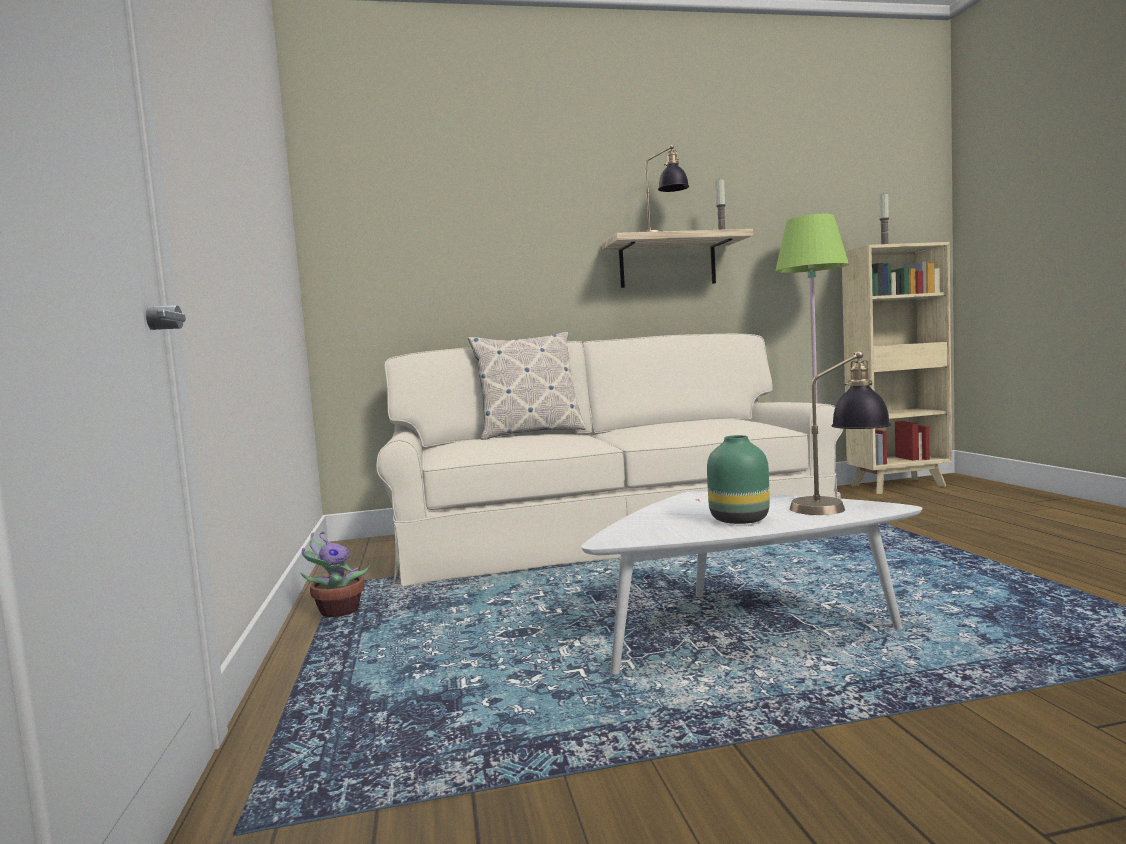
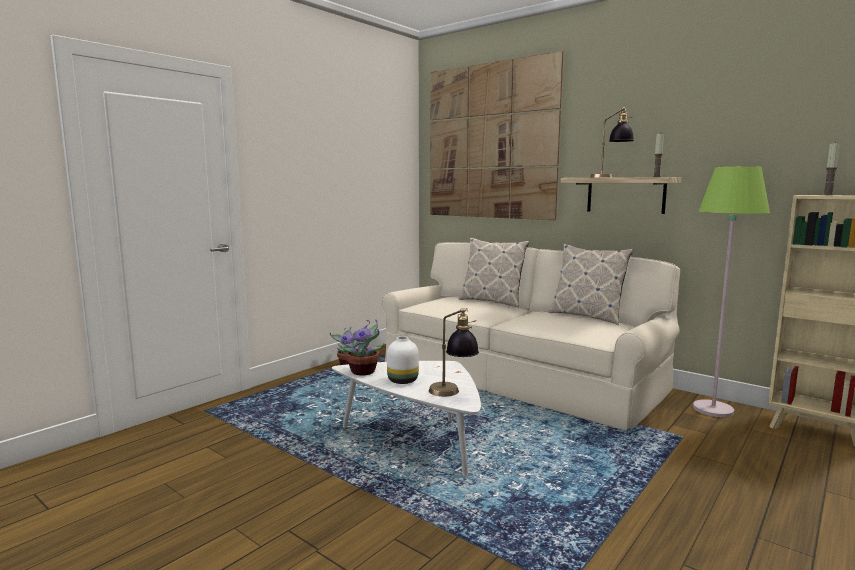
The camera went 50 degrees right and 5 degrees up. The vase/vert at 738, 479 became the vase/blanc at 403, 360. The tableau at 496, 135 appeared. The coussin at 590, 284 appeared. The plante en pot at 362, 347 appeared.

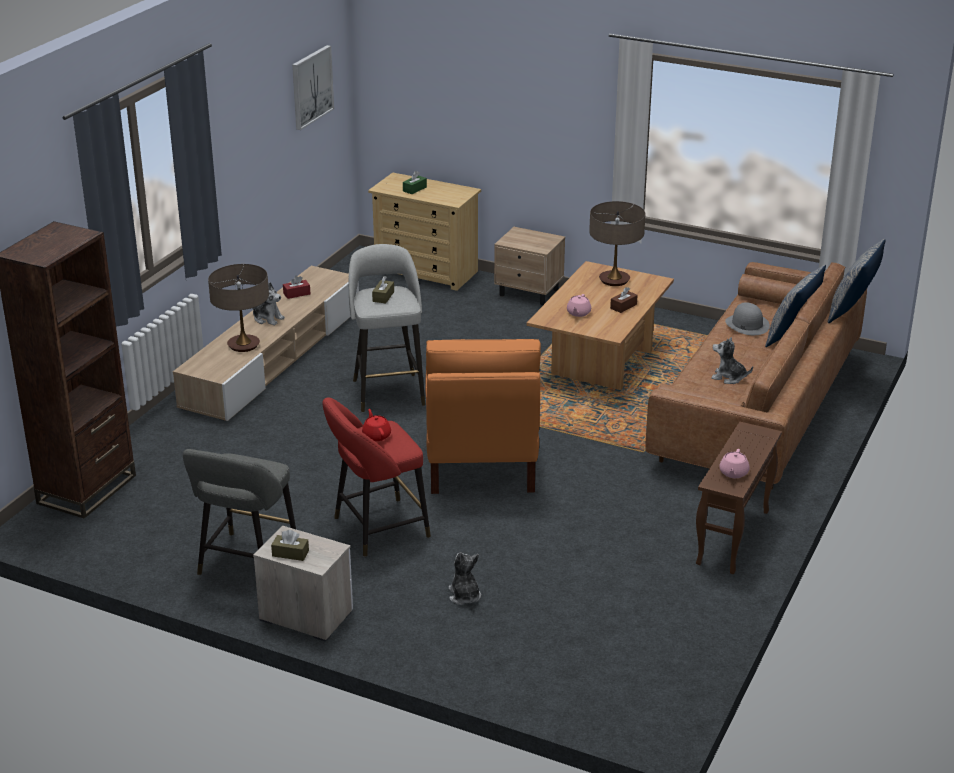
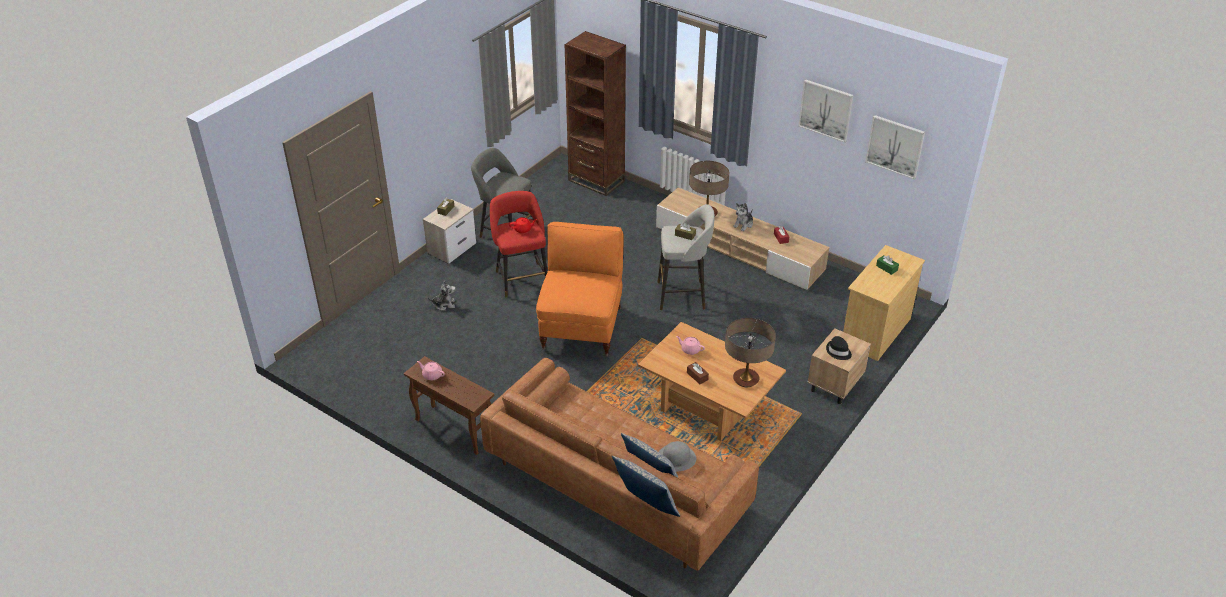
The camera went 100 degrees right and 10 degrees up. The peluche at 732, 360 disappeared. The fauteuil/orange at 483, 416 turned 90 degrees clockwise. The tableau at 826, 111 appeared. The chapeau/noir at 839, 348 appeared.

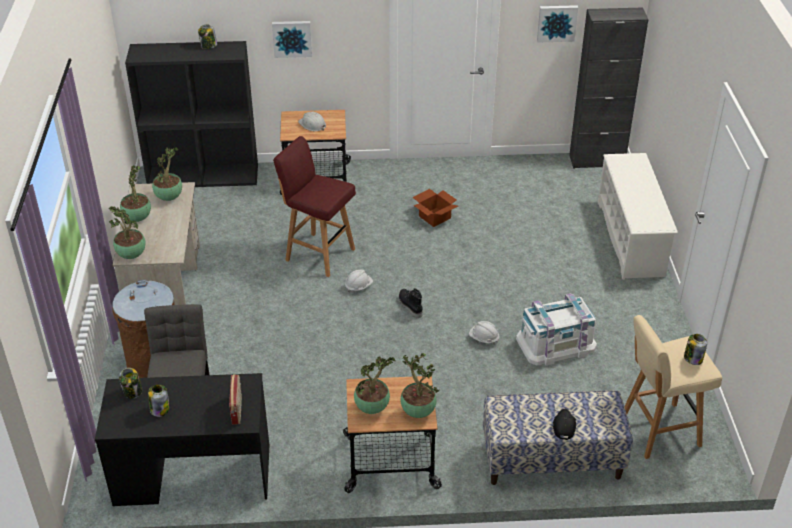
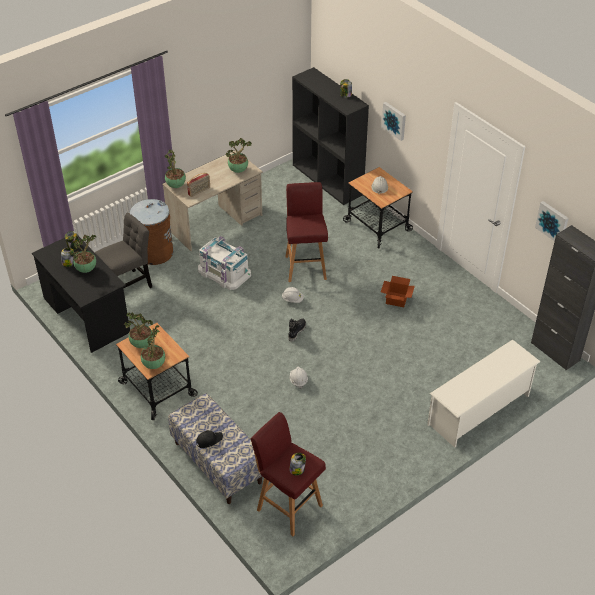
The camera went 55 degrees right and 5 degrees up. The plante en pot moved from 135, 194 to 84, 254. The boîte de rangement/blanc moved from 556, 329 to 224, 263. The tabouret/beige at 673, 387 became the tabouret/rouge at 288, 474. The radio moved from 235, 399 to 198, 185.

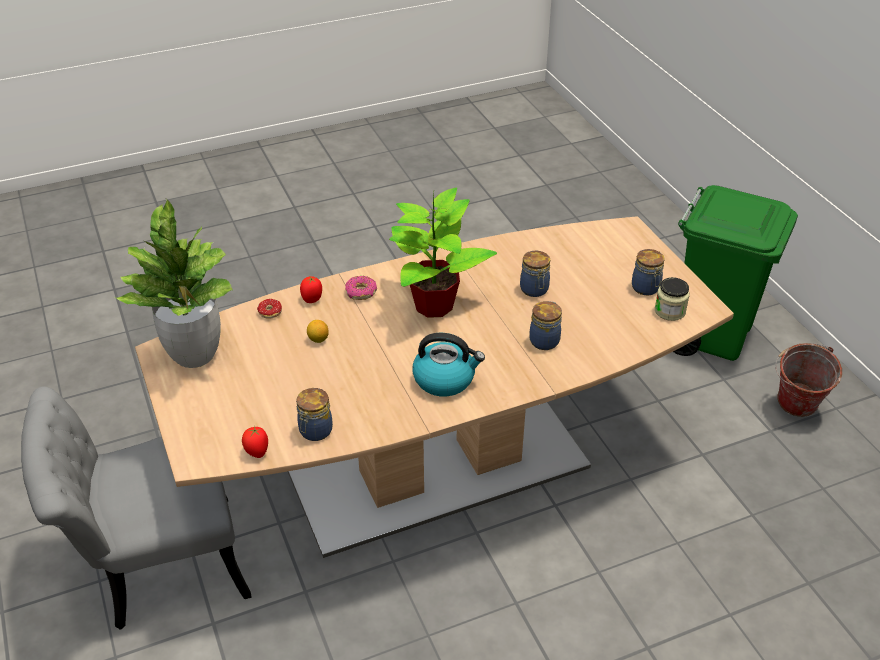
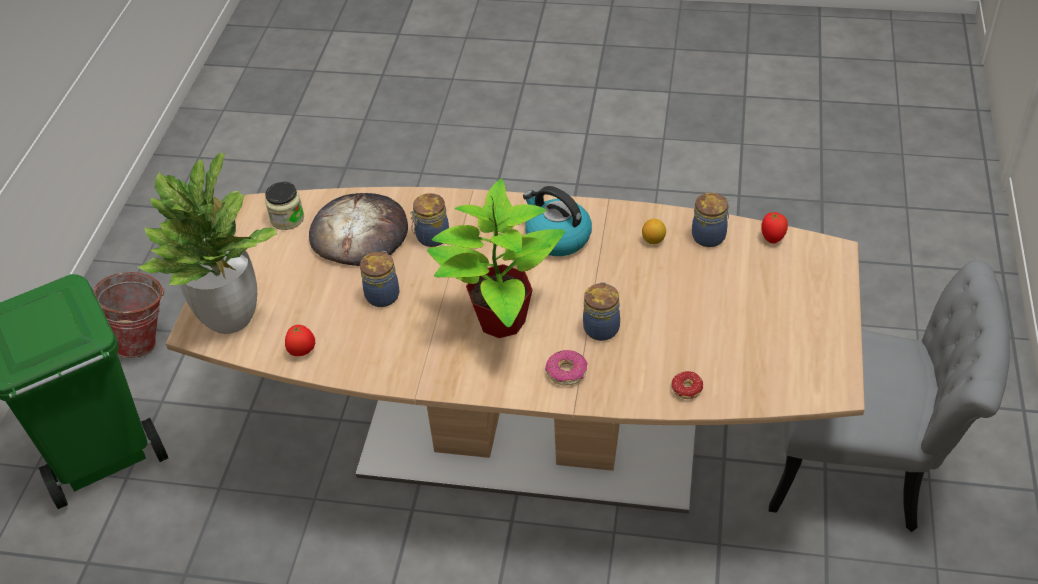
The camera went 145 degrees left and 5 degrees up. The plante en pot moved from 174, 283 to 206, 243. The bocal moved from 648, 272 to 601, 311. The tomate moved from 311, 289 to 300, 340. The citron moved from 318, 331 to 654, 231. The pain at 358, 229 appeared.

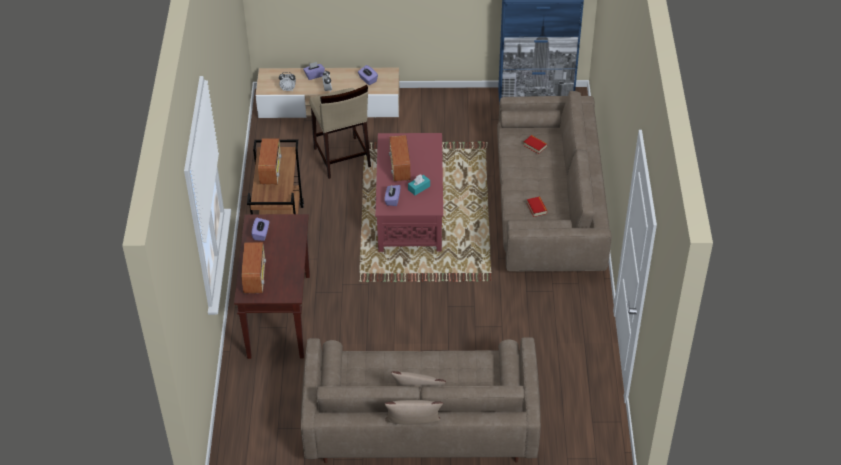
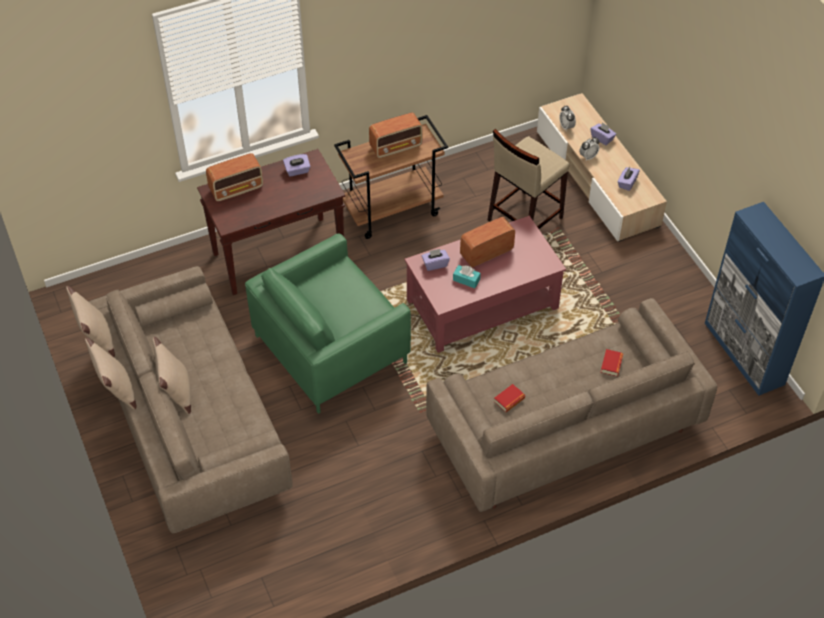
The camera went 65 degrees right and 5 degrees up. The fauteuil/vert at 328, 323 appeared. The coussin/beige at 90, 321 appeared.

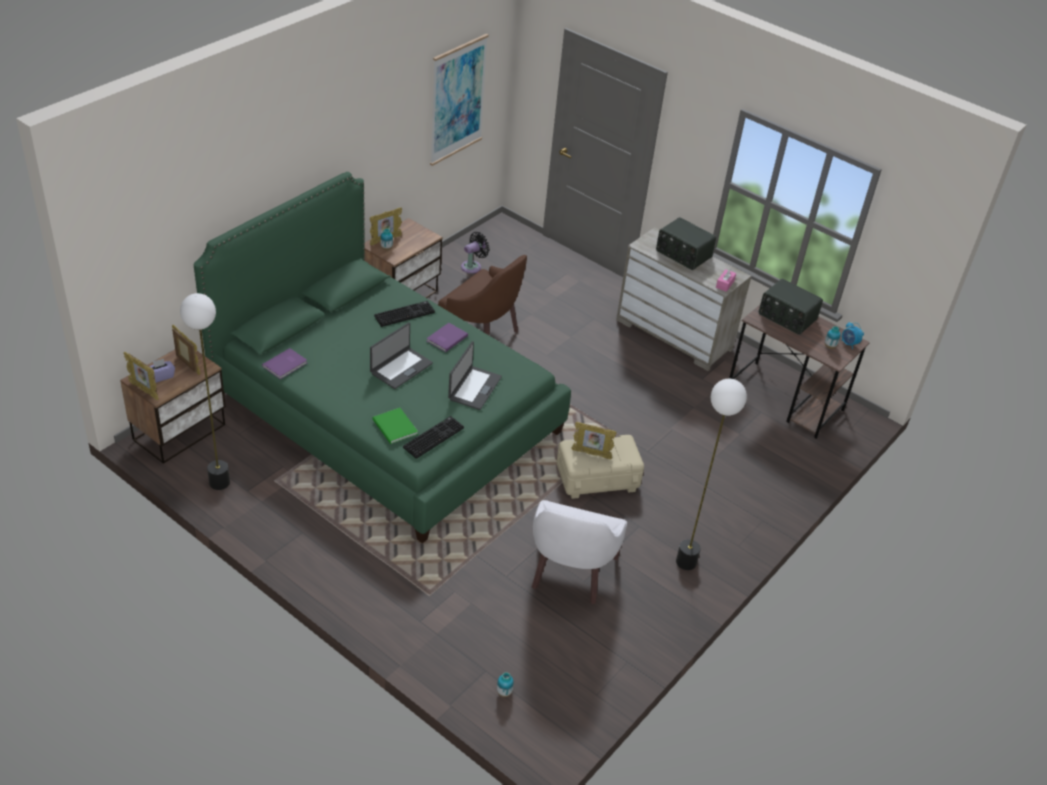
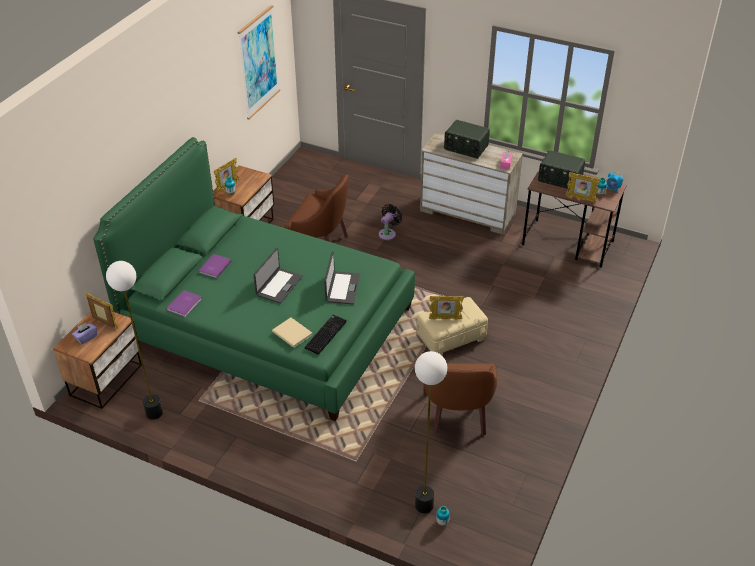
The camera went 10 degrees left and 0 degrees up. The ventilateur/noir moved from 475, 252 to 390, 222. The clavier at 404, 314 disappeared. The livre/violet moved from 447, 337 to 215, 266. The cadre photo moved from 141, 376 to 582, 187. The lampadaire moved from 711, 474 to 431, 432. The livre/vert at 395, 426 became the livre/beige at 292, 332. The fauteuil/blanc at 579, 552 became the fauteuil/marron at 460, 399.

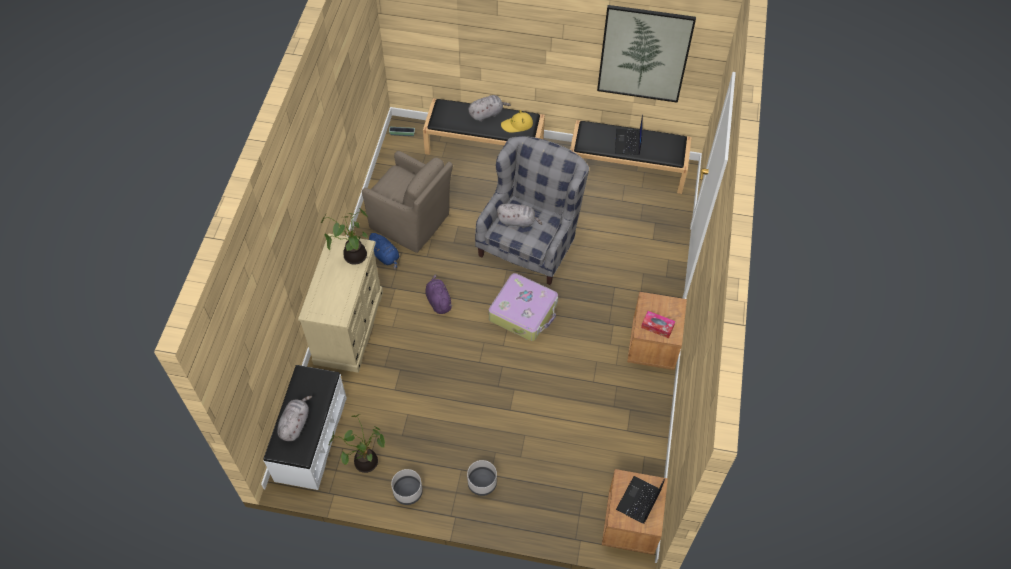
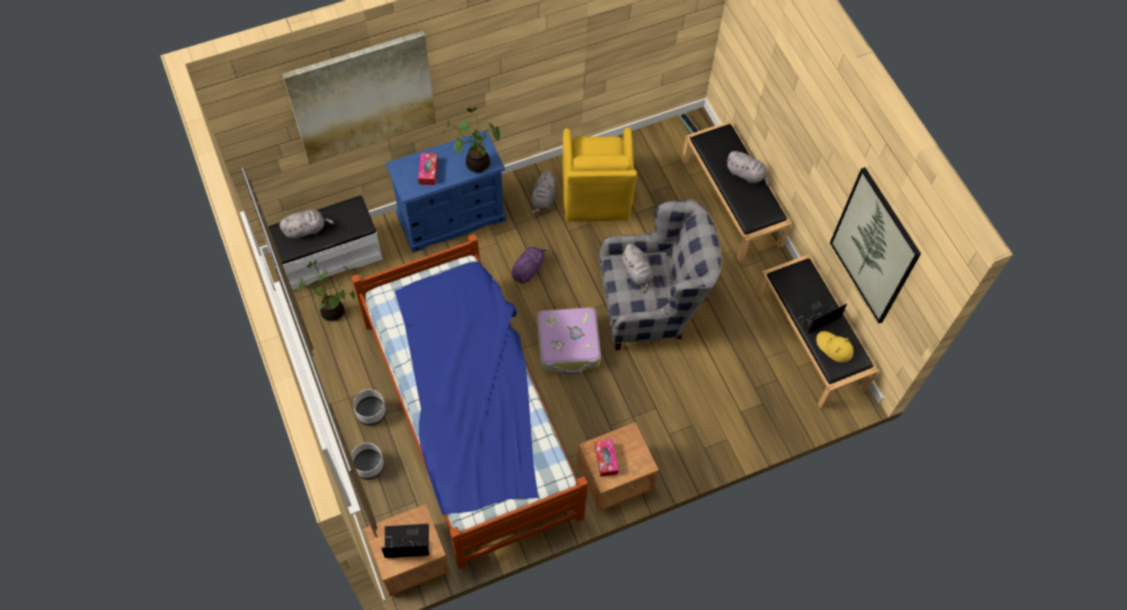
The camera went 55 degrees right and 5 degrees up. The chapeau/jaune moved from 517, 121 to 835, 347. The fauteuil/marron at 407, 202 became the fauteuil/jaune at 599, 174. The peluche/bleu at 383, 251 became the peluche/gris at 543, 192. The commode/beige at 340, 303 became the commode/bleu at 445, 191. The cache-pot/gris moved from 407, 487 to 367, 461. The tableau at 359, 97 appeared. The boîte à mouchoirs at 428, 169 appeared. The lit at 469, 401 appeared.

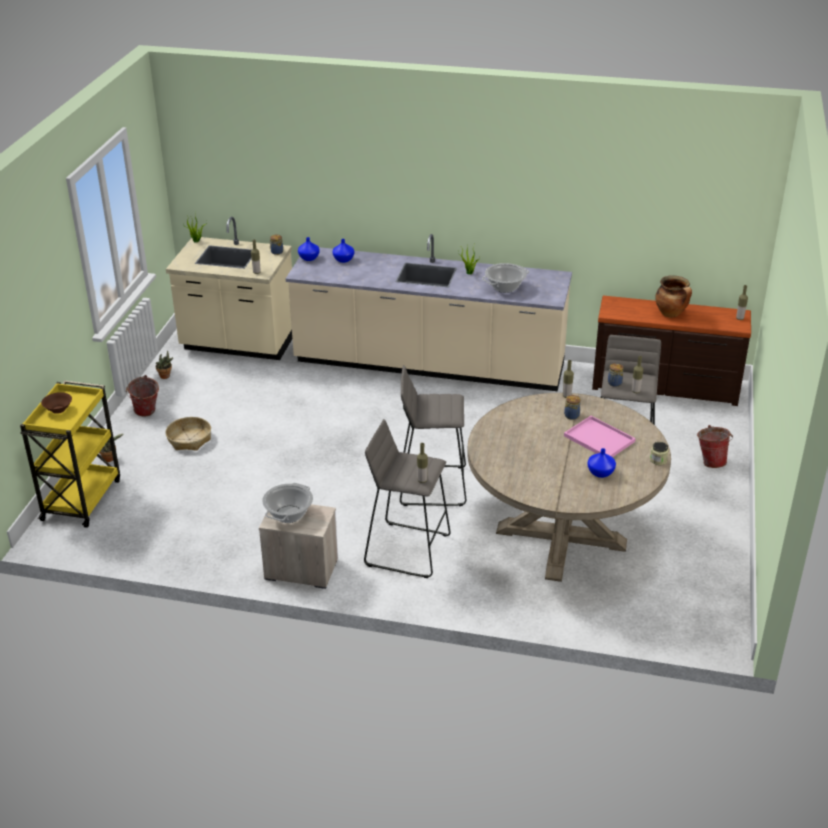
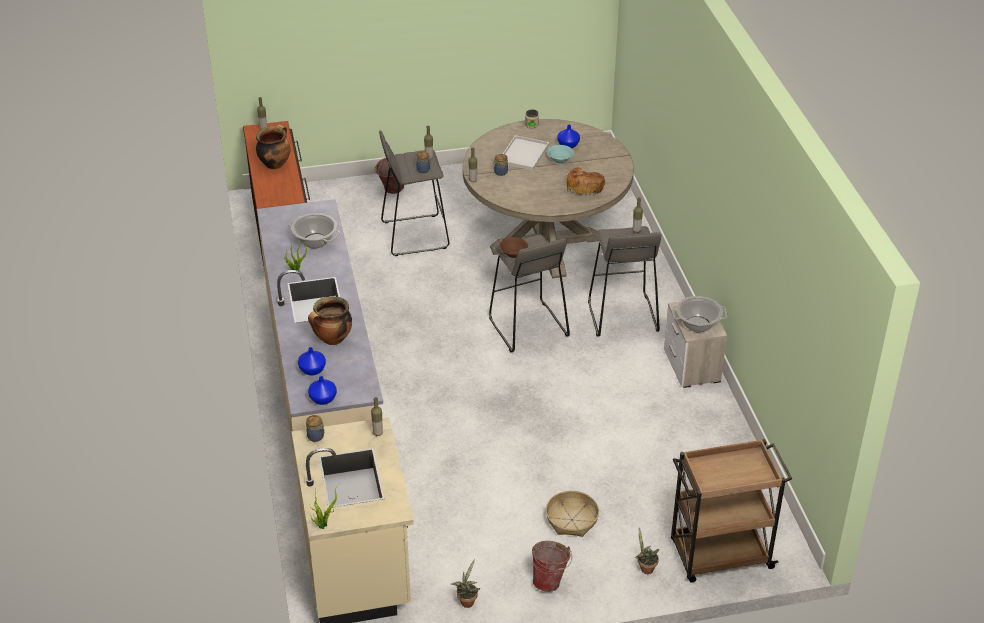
The camera went 115 degrees left and 5 degrees up. The chariot/jaune at 70, 454 became the chariot/marron at 731, 511. The bol/marron moved from 56, 403 to 514, 247. The plateau/rose at 600, 436 became the plateau/blanc at 526, 152. The bol/turquoise at 560, 154 appeared. The pain at 586, 181 appeared. The marmite at 330, 320 appeared.

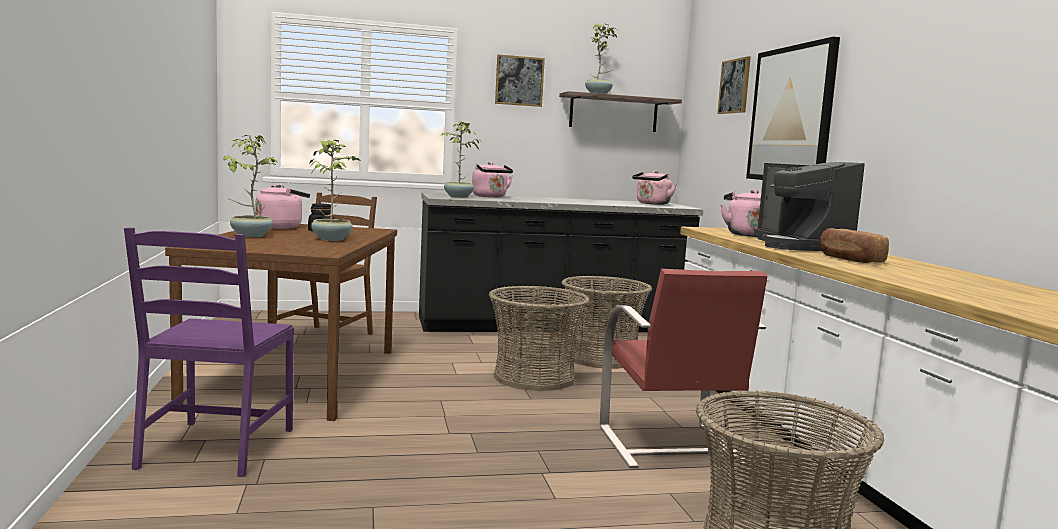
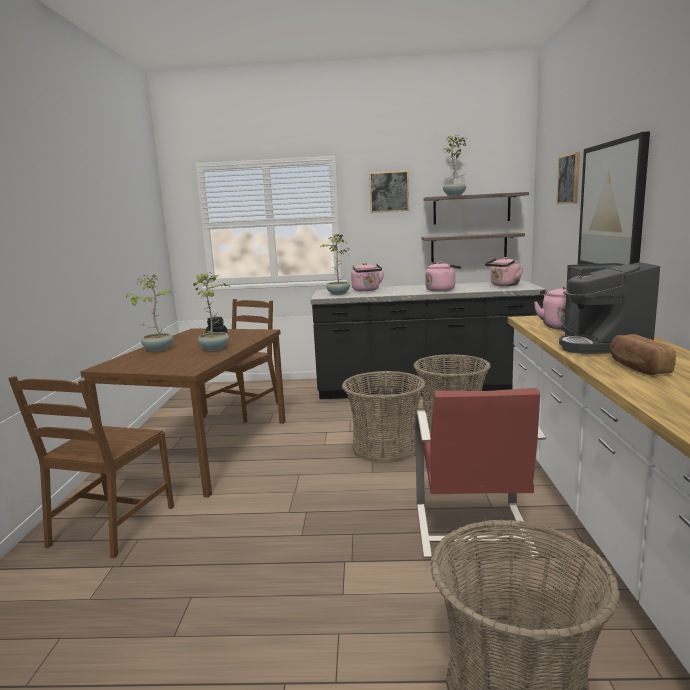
The camera went 15 degrees right and 5 degrees up. The bouilloire/rose moved from 282, 206 to 443, 276. The chaise/violet at 209, 352 became the chaise/marron at 91, 467. The étagère at 473, 247 appeared.

